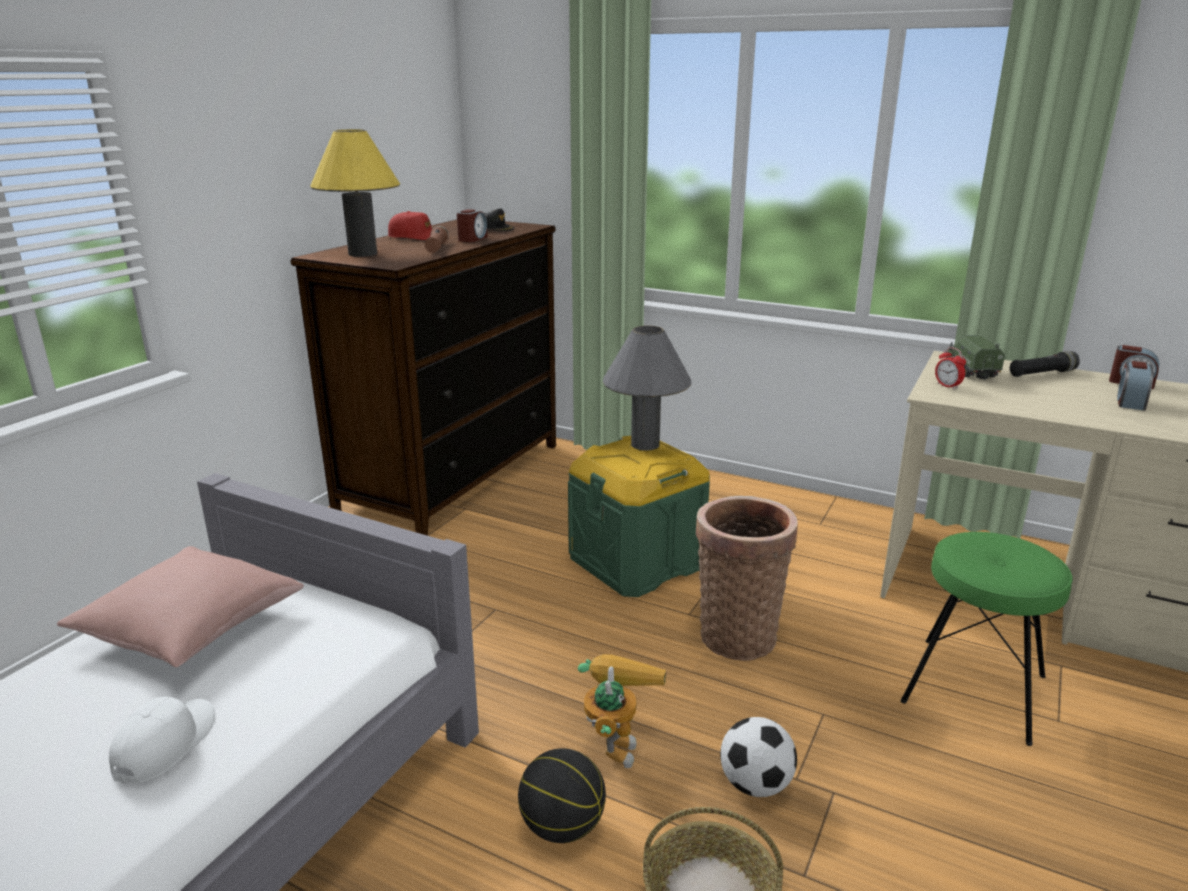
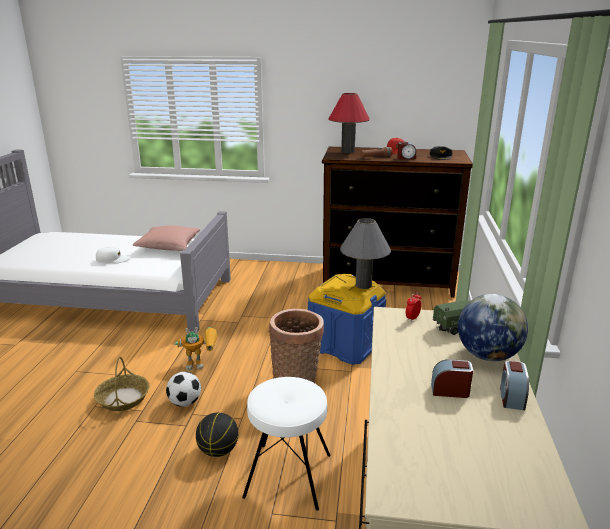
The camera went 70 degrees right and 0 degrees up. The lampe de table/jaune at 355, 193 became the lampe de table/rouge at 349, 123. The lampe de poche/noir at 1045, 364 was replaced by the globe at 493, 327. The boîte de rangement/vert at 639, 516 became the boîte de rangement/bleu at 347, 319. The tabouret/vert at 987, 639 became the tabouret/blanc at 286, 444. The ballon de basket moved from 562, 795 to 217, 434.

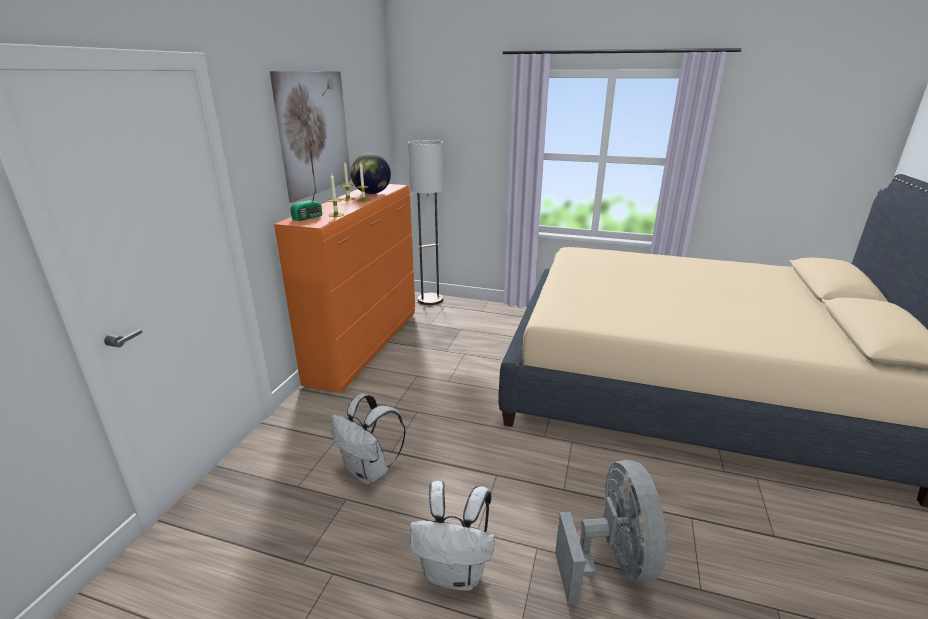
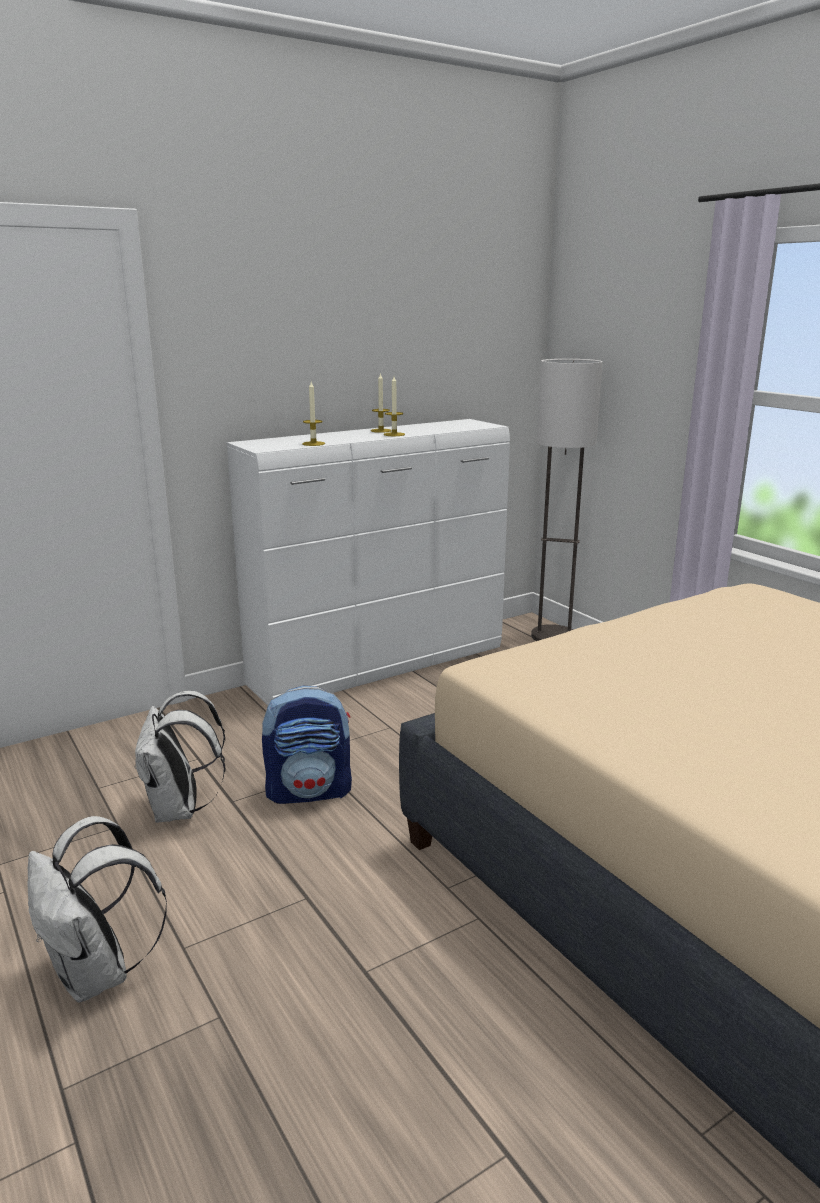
The camera went 40 degrees right and 5 degrees down. The tableau at 310, 137 disappeared. The globe at 370, 173 disappeared. The commode/orange at 344, 288 became the commode/blanc at 368, 562. The radio at 306, 205 disappeared. The ventilateur/gris at 611, 532 disappeared. The sac à dos at 307, 744 appeared.

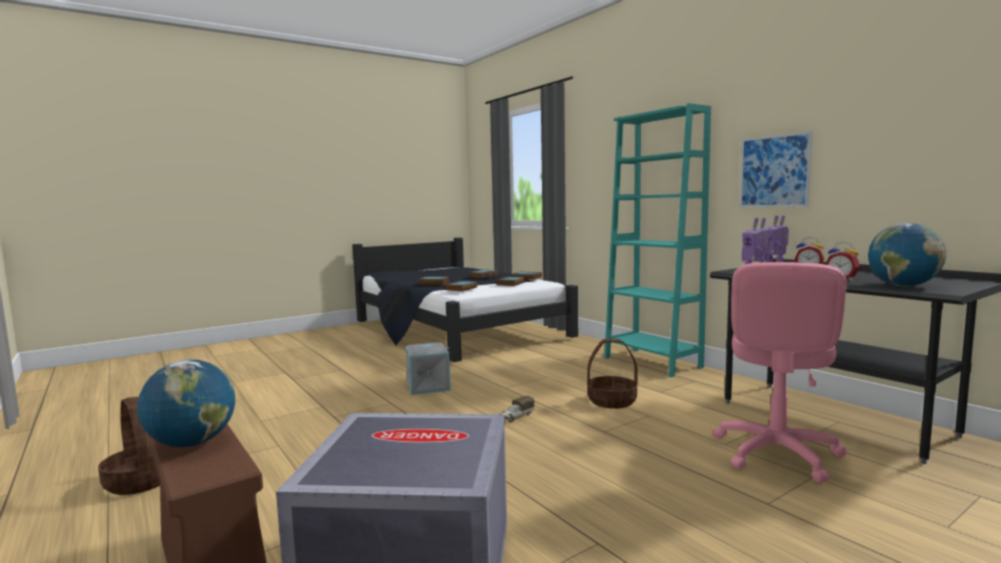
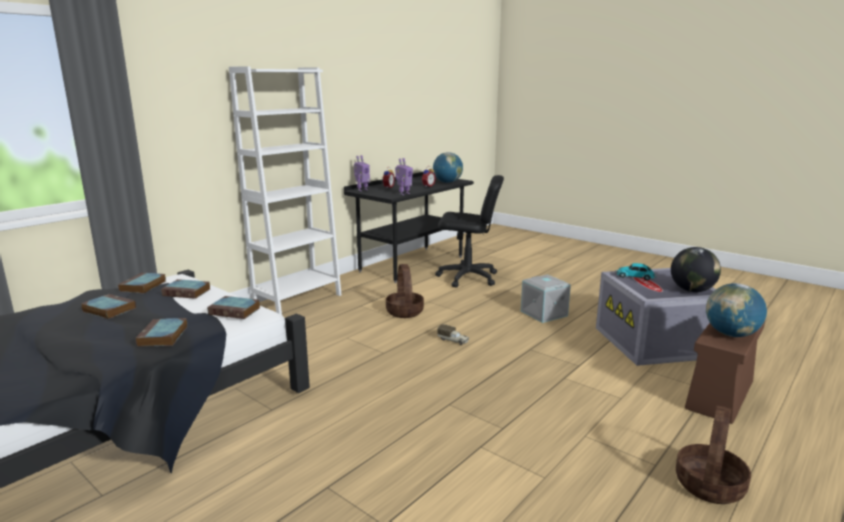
The camera went 105 degrees left and 10 degrees up. The bibliothèque/turquoise at 657, 240 became the bibliothèque/blanc at 285, 190. The tableau at 775, 169 disappeared. The chaise de bureau/rose at 779, 372 became the chaise de bureau/noir at 469, 231. The boîte de rangement/gris moved from 428, 368 to 546, 298. The globe at 696, 269 appeared. The petite voiture at 636, 272 appeared.

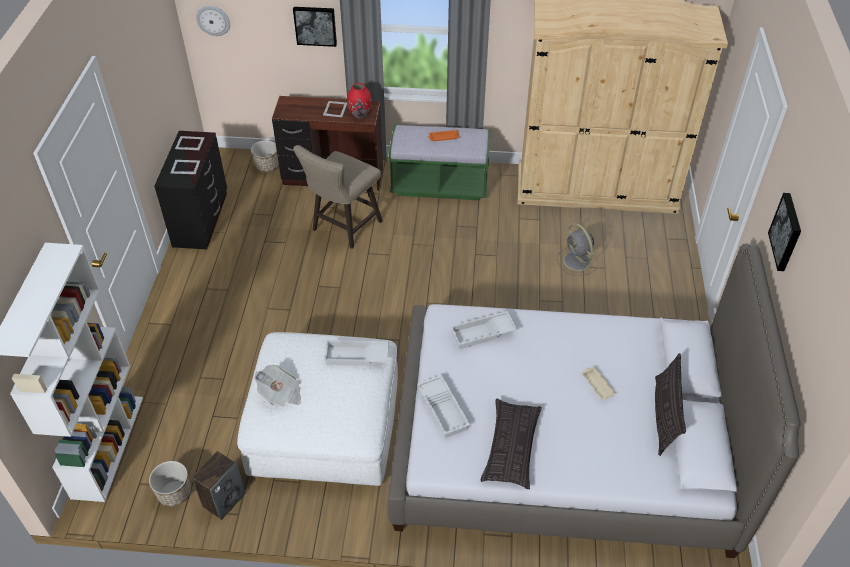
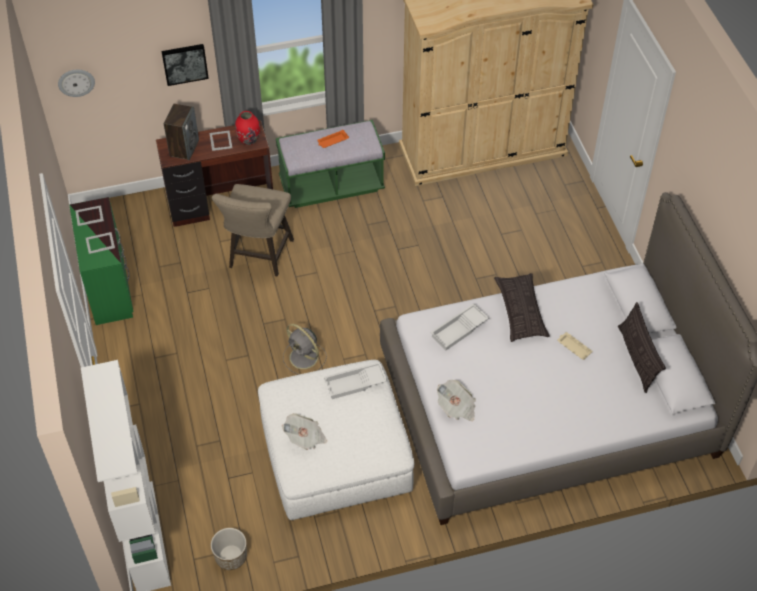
The camera went 20 degrees left and 5 degrees up. The commode/noir at 190, 190 became the commode/vert at 101, 261. The cache-pot at 265, 156 disappeared. The tableau at 784, 232 disappeared. The ventilateur/gris moved from 578, 249 to 305, 349. The plateau/blanc at 443, 406 was replaced by the journal at 456, 400. The coussin moved from 511, 444 to 522, 307. The enceinte moved from 219, 485 to 181, 132.

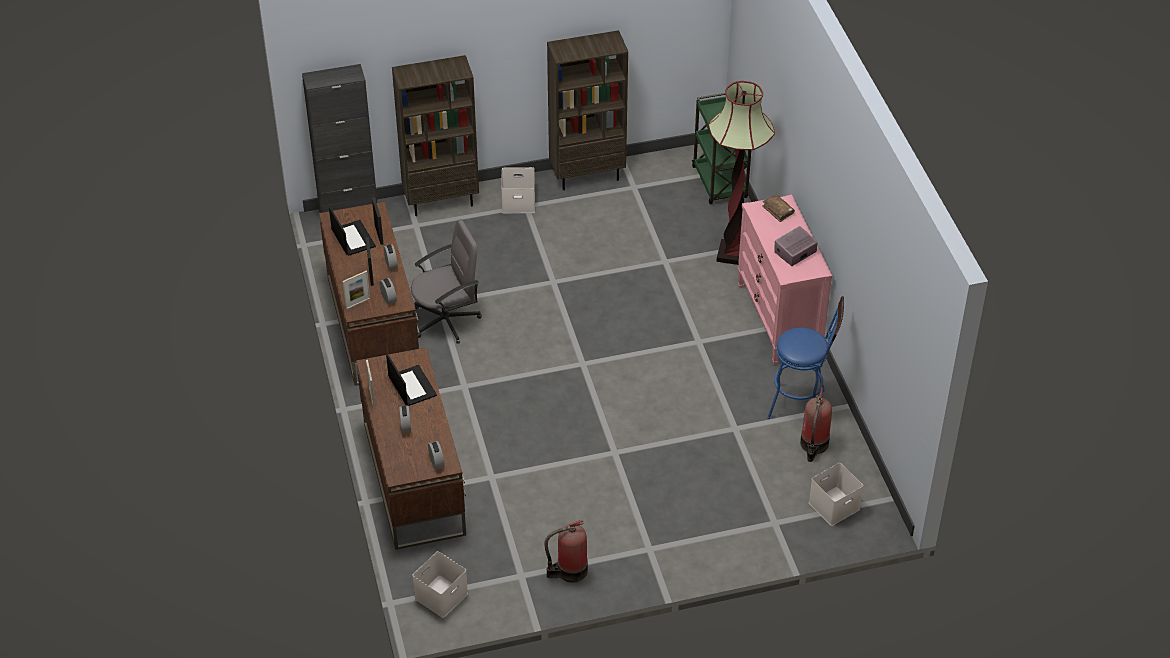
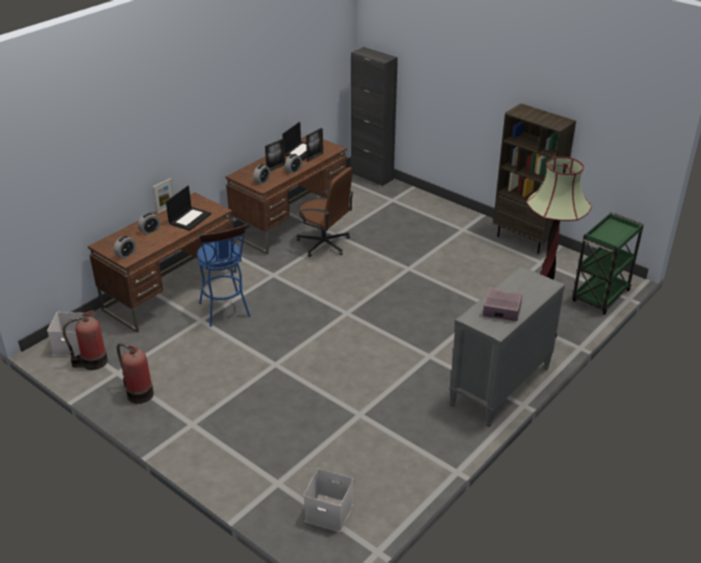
The camera went 55 degrees right and 10 degrees down. The bibliothèque/marron at 435, 135 disappeared. The boîte de rangement/blanc at 518, 190 disappeared. The livre/marron at 778, 208 disappeared. The commode/rose at 784, 280 became the commode/gris at 507, 346. The chaise de bureau/gris at 446, 281 became the chaise de bureau/marron at 325, 212. The cadre photo at 356, 290 disappeared. The tabouret/bleu moved from 805, 357 to 224, 276. The extincteur moved from 816, 424 to 85, 340.

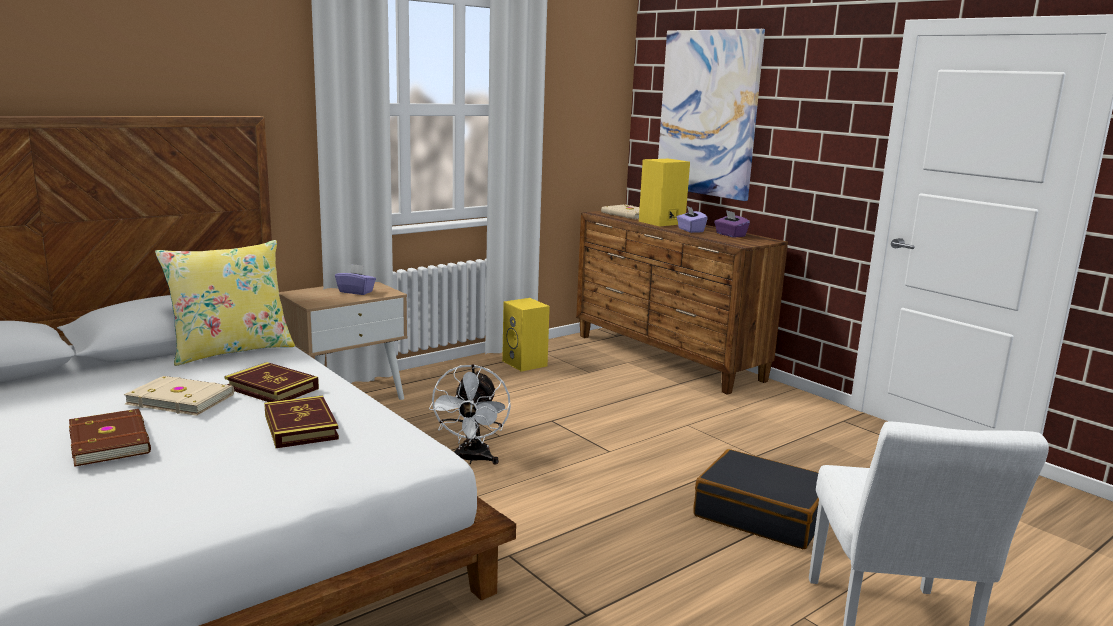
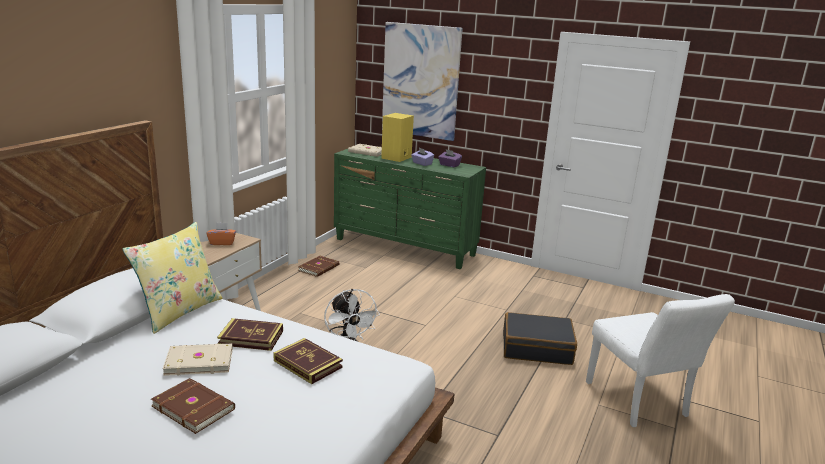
The camera went 25 degrees left and 5 degrees up. The commode/marron at 682, 303 became the commode/vert at 410, 209. The boîte à mouchoirs/violet at 355, 279 became the boîte à mouchoirs/orange at 221, 234. The enceinte/jaune at 526, 335 was replaced by the livre/marron at 318, 266.

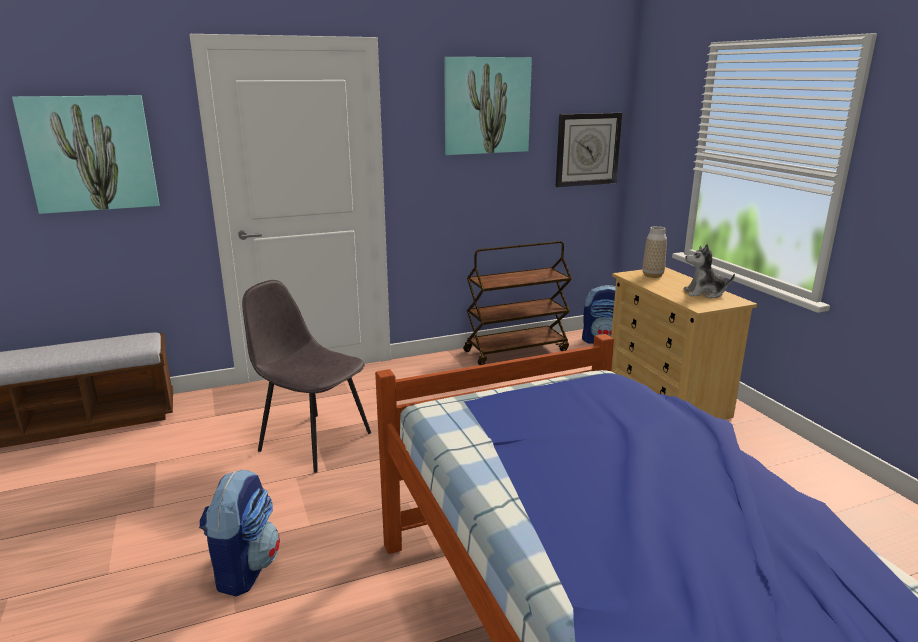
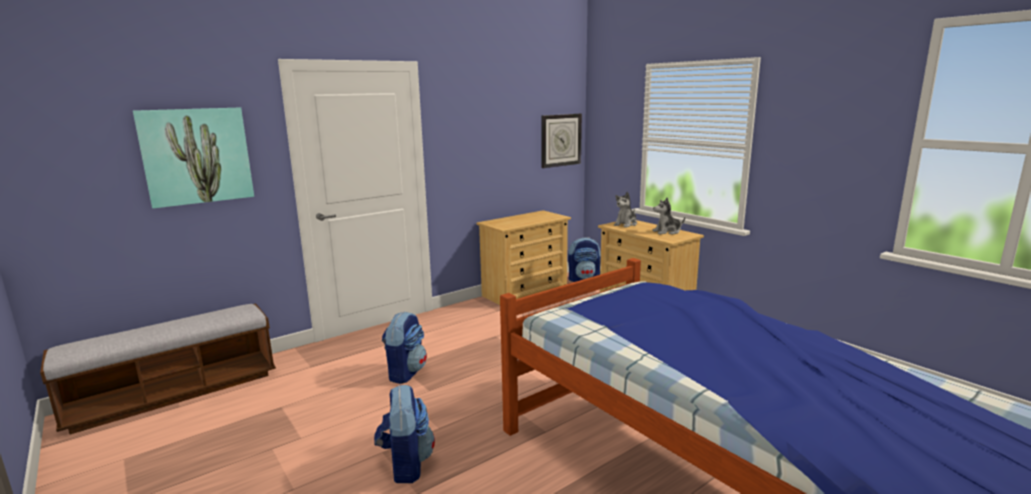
The camera went 15 degrees left and 5 degrees down. The tableau at 488, 106 disappeared. The vase at 654, 252 was replaced by the peluche at 625, 209. The chariot/marron at 517, 303 was replaced by the commode/beige at 523, 257. The chaise/gris at 306, 376 was replaced by the sac à dos at 404, 347.

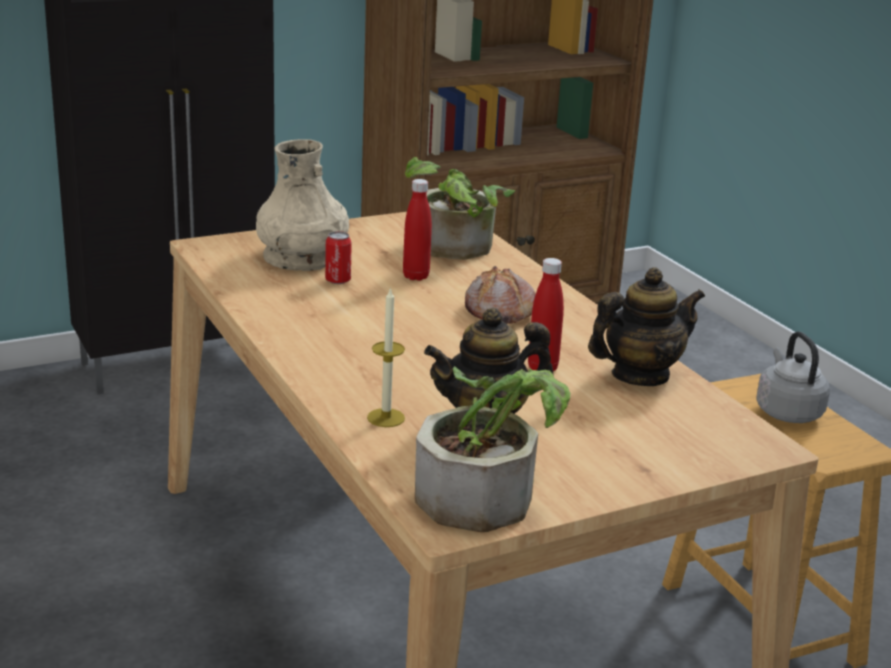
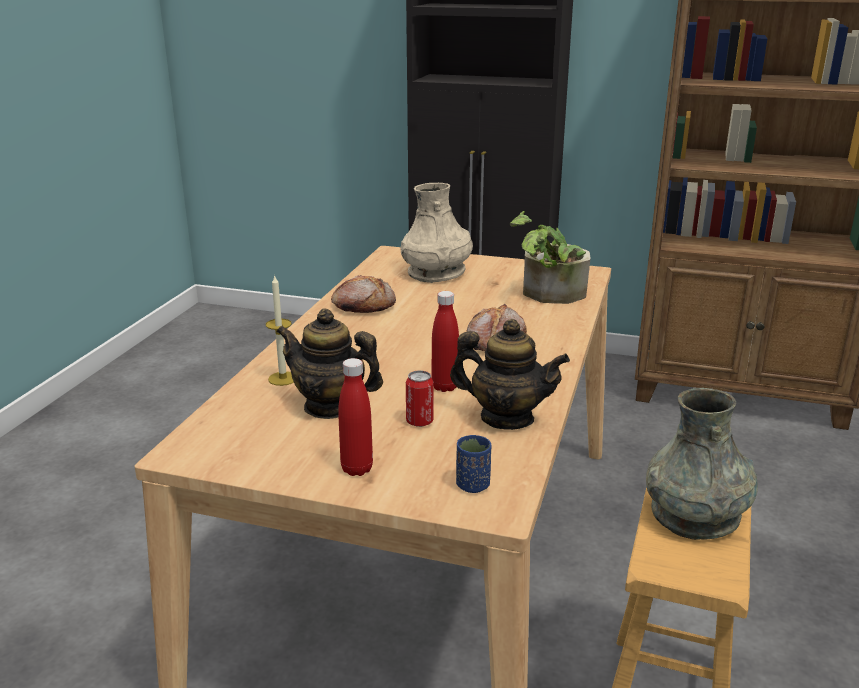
The camera went 45 degrees right and 0 degrees up. The bouteille/rouge moved from 417, 230 to 355, 417. The boîte métallique moved from 338, 257 to 420, 398. The bouilloire/gris at 793, 377 was replaced by the vase/gris at 702, 464. The plante en pot at 493, 449 disappeared. The pain at 363, 294 appeared. The tasse/bleu at 473, 464 appeared.

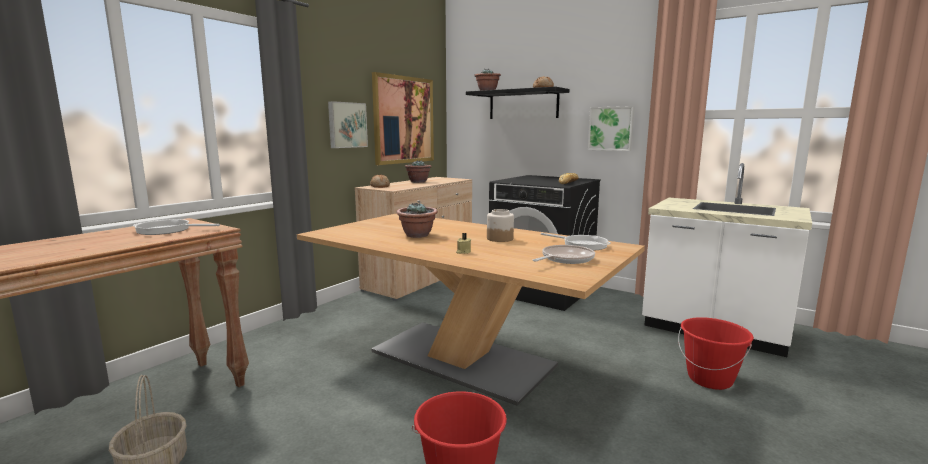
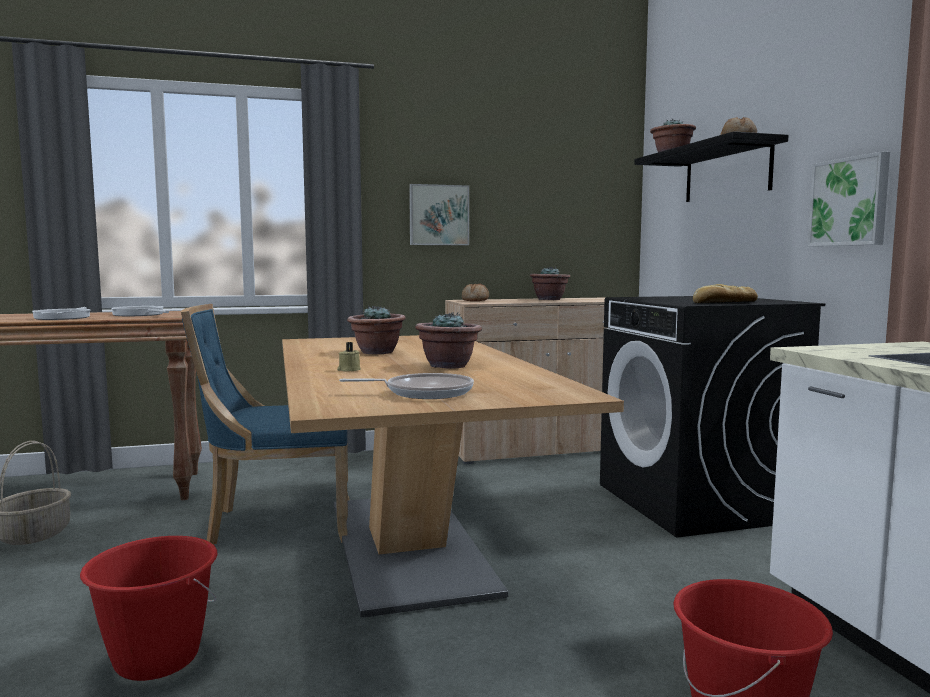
The camera went 40 degrees right and 5 degrees down. The tableau at 403, 118 disappeared. The bocal at 500, 225 was replaced by the plante en pot at 448, 340. The poêle moved from 576, 242 to 61, 313. The chaise/bleu at 265, 424 appeared.

